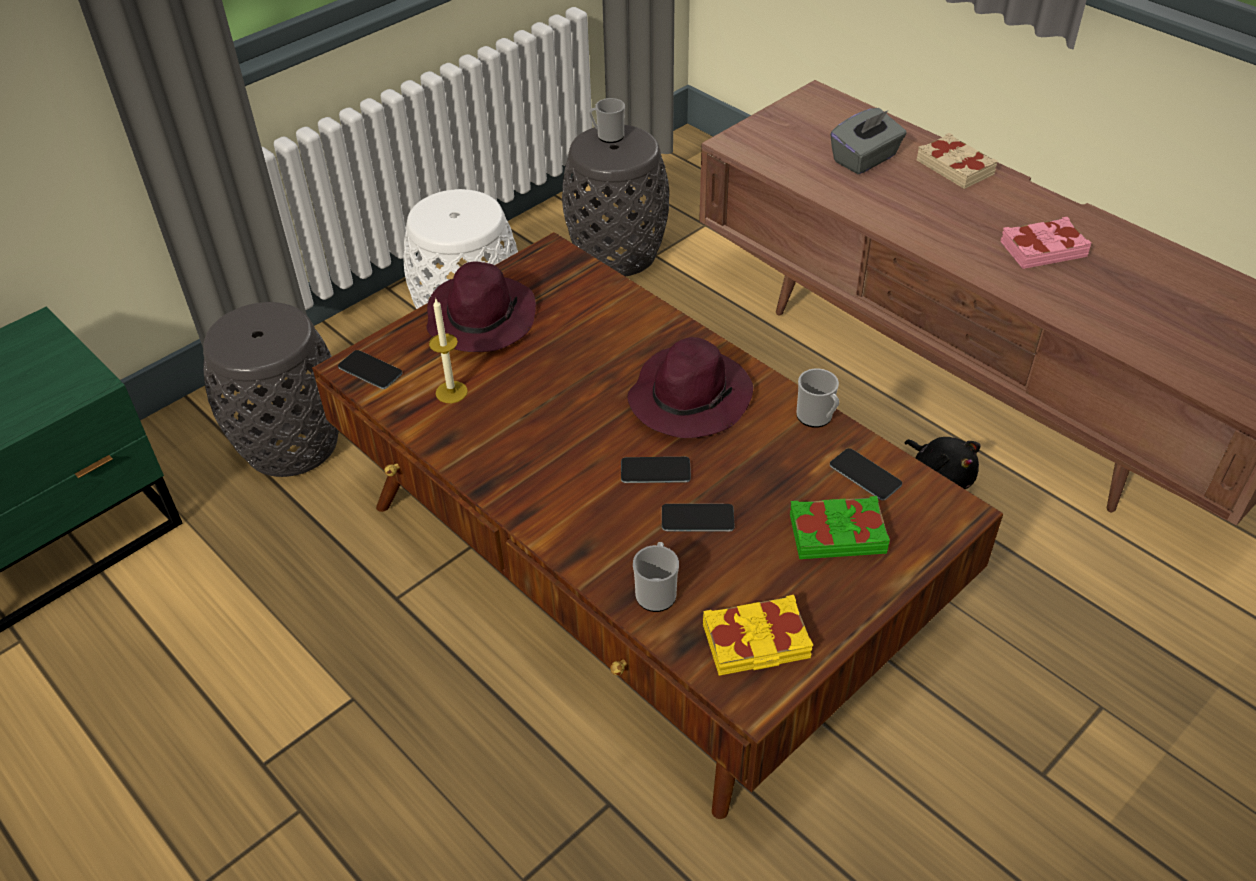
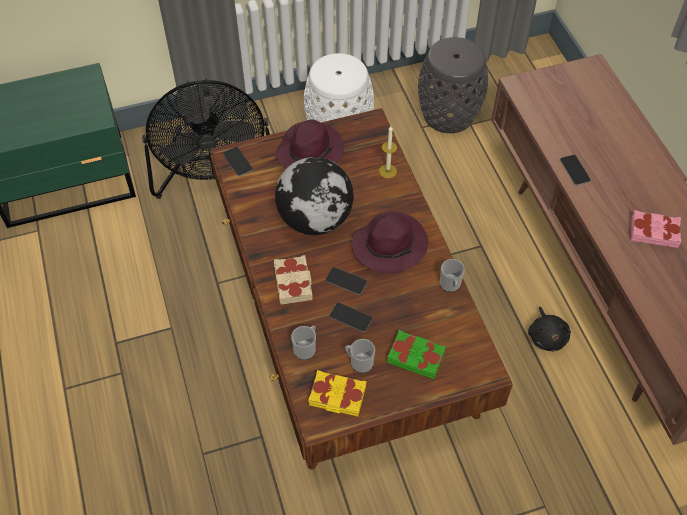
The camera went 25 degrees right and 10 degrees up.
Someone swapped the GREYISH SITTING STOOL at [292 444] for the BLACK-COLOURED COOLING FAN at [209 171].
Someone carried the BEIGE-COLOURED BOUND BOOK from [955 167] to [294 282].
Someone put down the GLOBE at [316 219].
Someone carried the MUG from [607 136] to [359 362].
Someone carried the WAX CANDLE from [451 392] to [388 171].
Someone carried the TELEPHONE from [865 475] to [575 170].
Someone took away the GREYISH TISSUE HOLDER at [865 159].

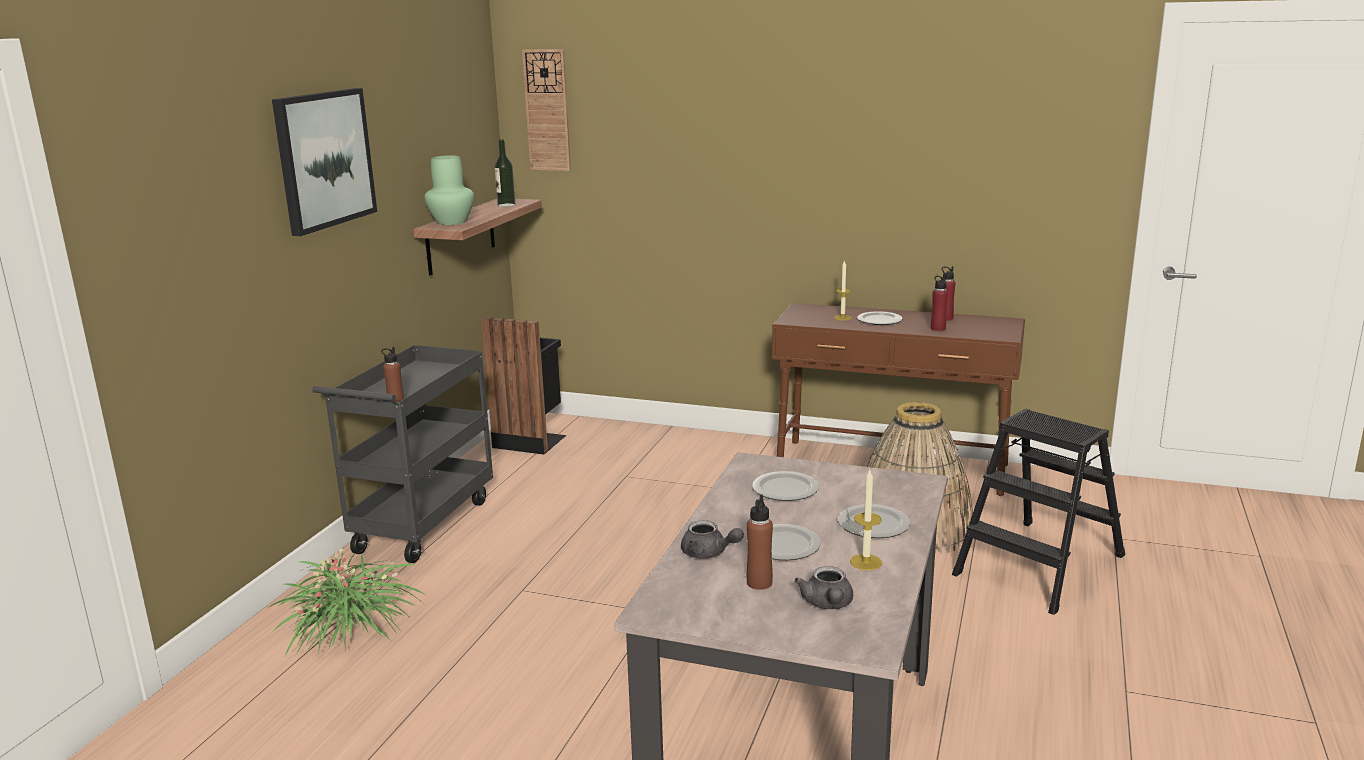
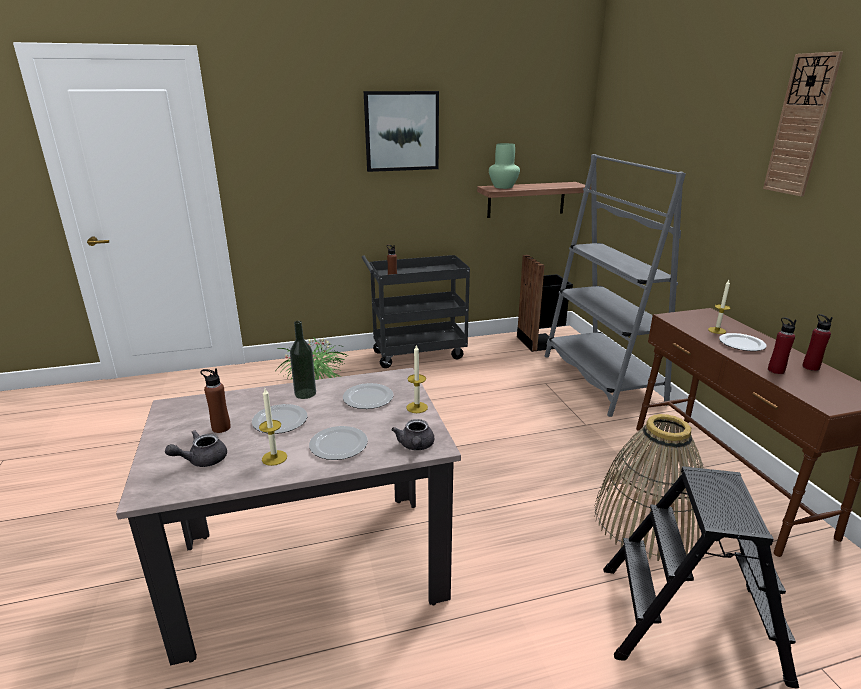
The camera went 55 degrees right and 5 degrees up.
Someone carried the BOTTLE from [506 205] to [305 393].
Someone carried the GREYISH TEA POT from [709 553] to [415 446].
Someone put down the WAX CANDLE at [417 407].
Someone put down the GREYISH SHELVING UNIT at [601 379].
Someone carried the HANGING CLOCK from [547 110] to [801 125].

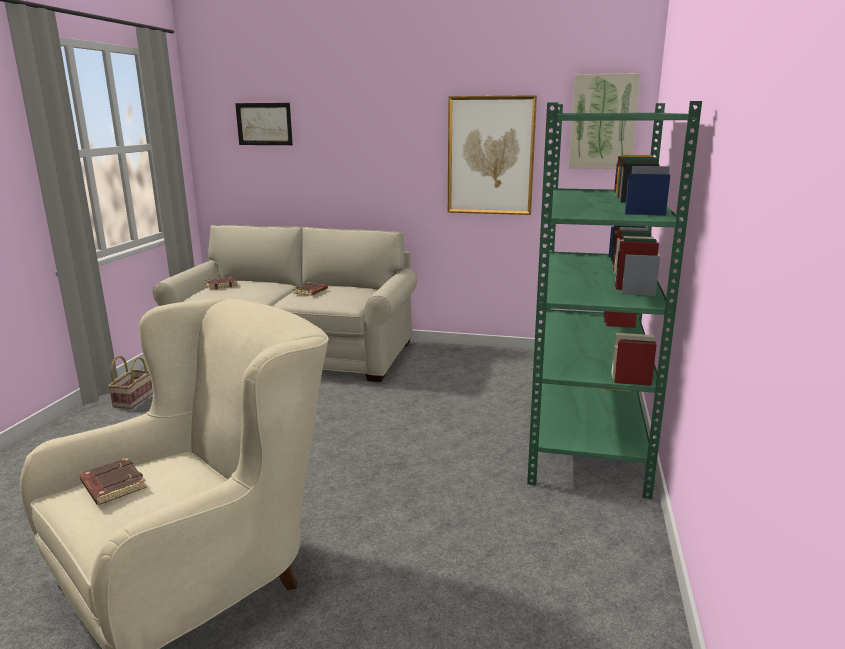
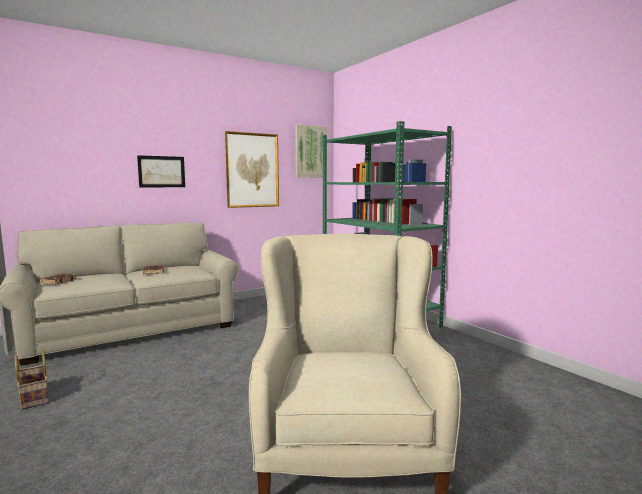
The camera went 45 degrees left and 10 degrees down.
Someone carried the WALL PICTURE from [264 124] to [161 171].
Someone took away the BROWNISH BOUND BOOK at [112 486].

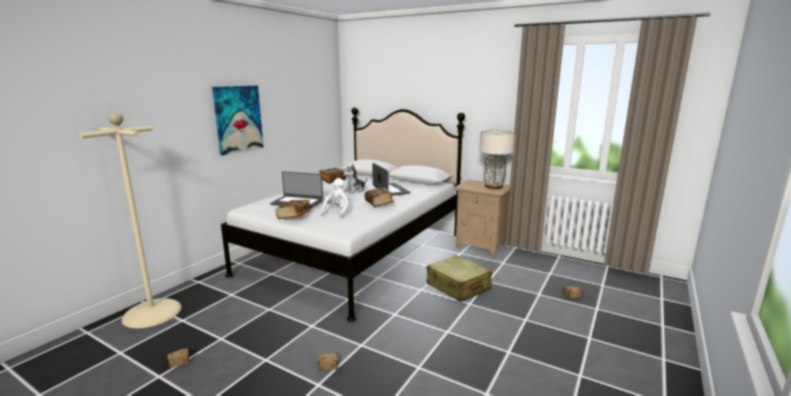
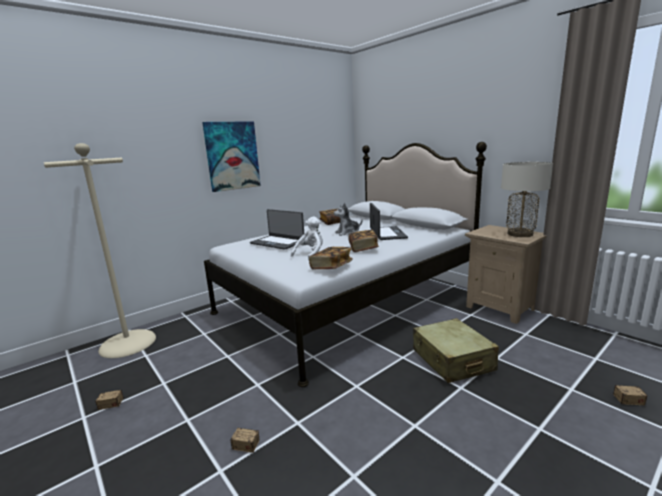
The camera went 20 degrees right and 0 degrees up.
Someone carried the BOUND BOOK from [294 216] to [331 267].

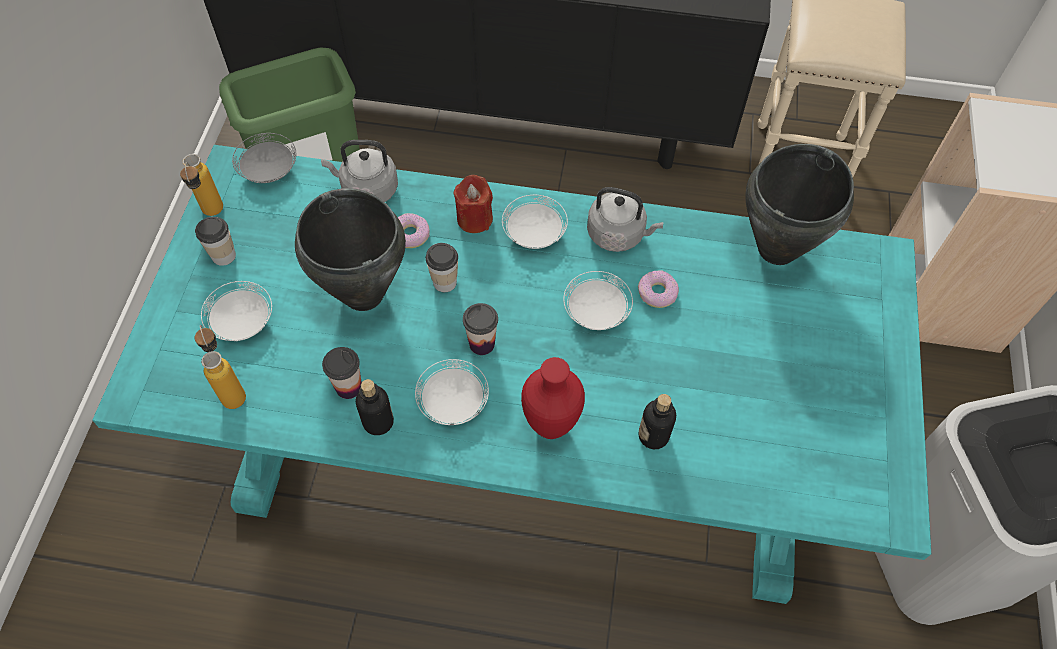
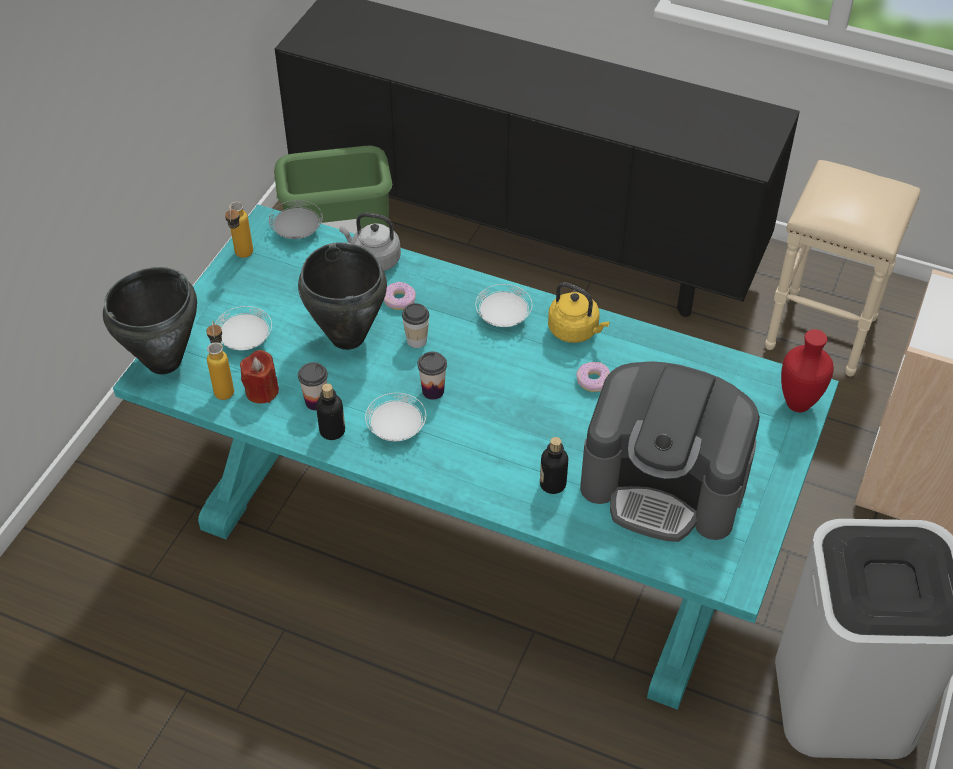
The camera went 15 degrees right and 10 degrees down.
Someone carried the BLACK-COLOURED COOKING POT from [778 249] to [165 361].
Someone carried the RED-COLOURED WAX CANDLE from [474 219] to [262 391].
Someone repainted the GREYISH TEA KETTLE at [618 234], which became the YELLOW-COLOURED TEA KETTLE at [575 331].
Someone put down the COFFEE BREWER at [665 484].
Someone carried the RED-COLOURED FLOWER VASE from [552 426] to [799 404].
Someone took away the SMALL CUP at [223 256].
Someone took away the WHITE FLAT DISH at [596 311].

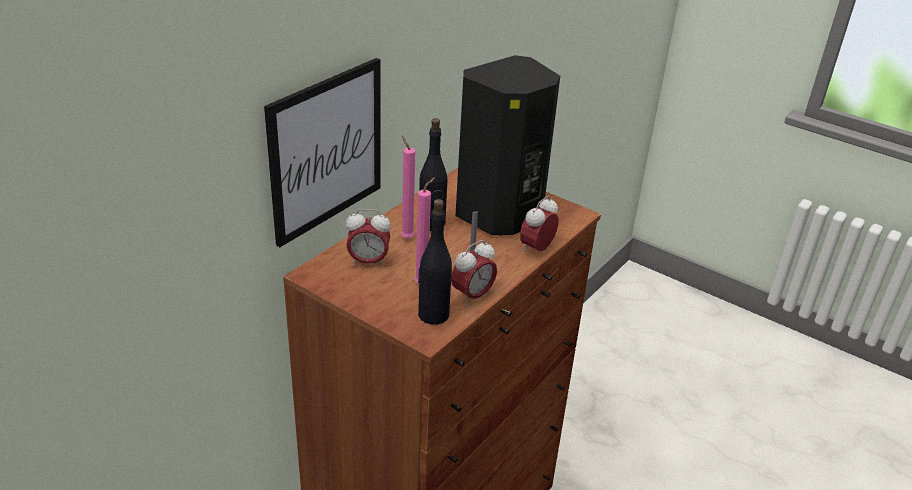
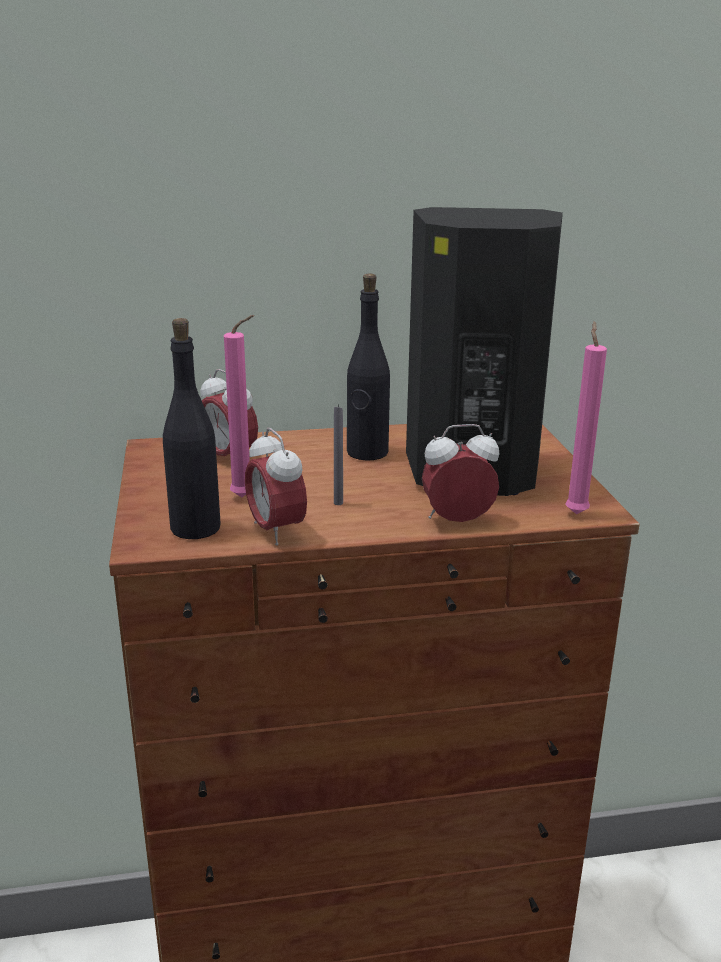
The camera went 45 degrees right and 10 degrees down.
Someone rotated the BEDSIDE CLOCK at [472 296] by 60 degrees clockwise.
Someone carried the PINKISH WAX CANDLE from [406 237] to [576 512].
Someone took away the WALL PICTURE at [326 150].

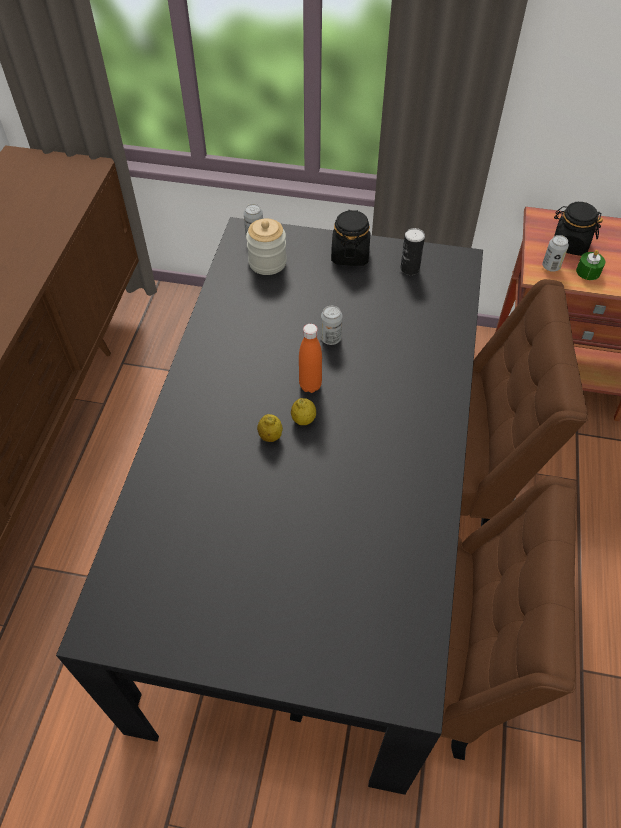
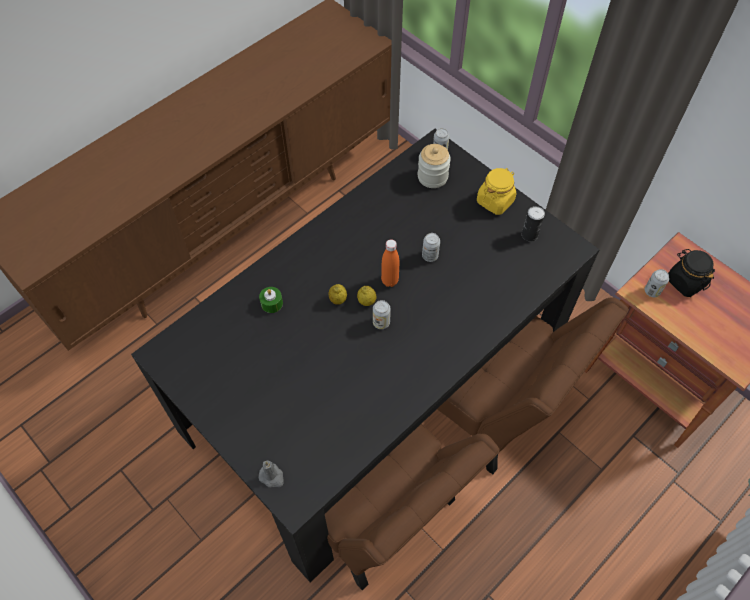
The camera went 35 degrees right and 5 degrees up.
Someone carried the GREEN WAX CANDLE from [588 271] to [272 303].
Someone put down the GREYISH WAX CANDLE at [272 477].
Someone put down the METAL CAN at [381 322].
Someone repainted the BLACK-COLOURED STORAGE JAR at [350 254], which became the YELLOW-COLOURED STORAGE JAR at [495 201].

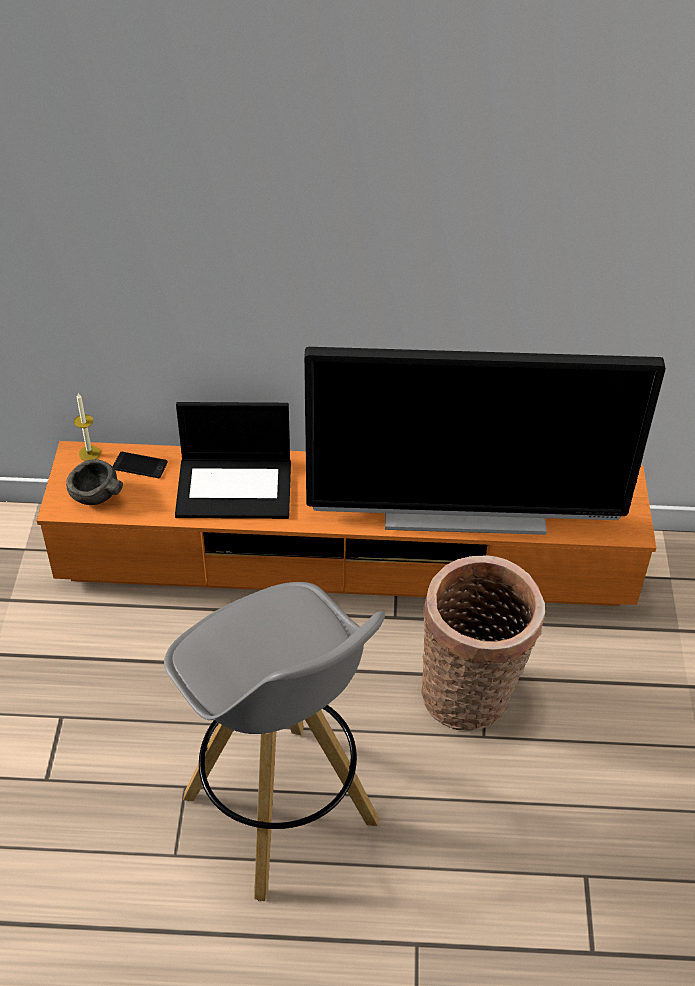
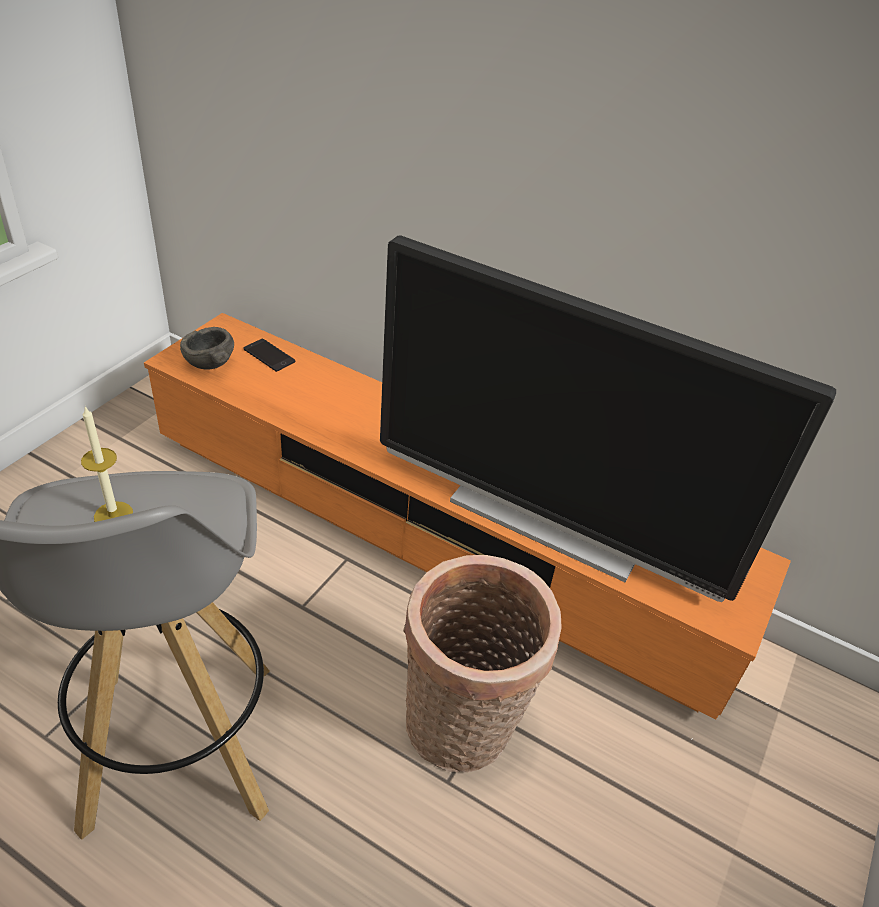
The camera went 25 degrees right and 5 degrees down.
Someone carried the WAX CANDLE from [89 453] to [113 515].
Someone took away the LAPTOP at [236 487].

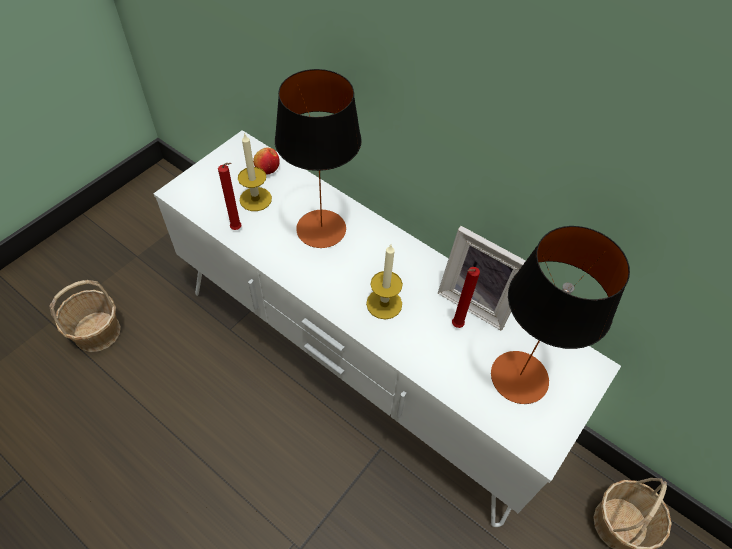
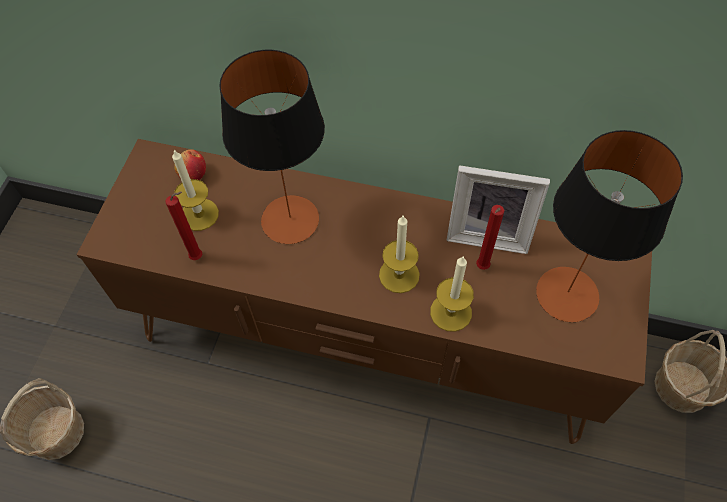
The camera went 20 degrees left and 5 degrees up.
Someone repainted the WHITE TV STAND at [362 364], which became the BROWNISH TV STAND at [368 339].
Someone put down the WAX CANDLE at [451 312].

